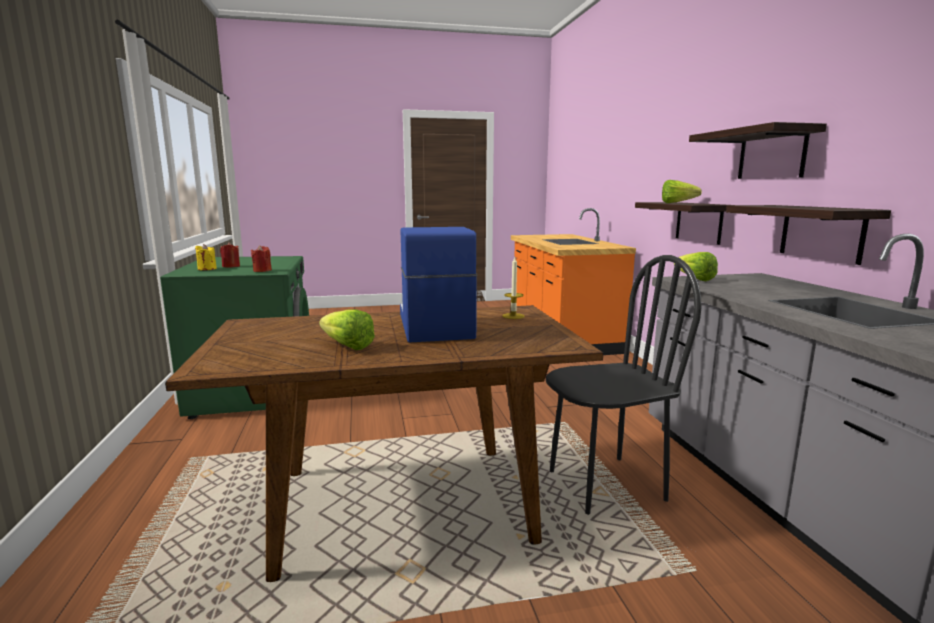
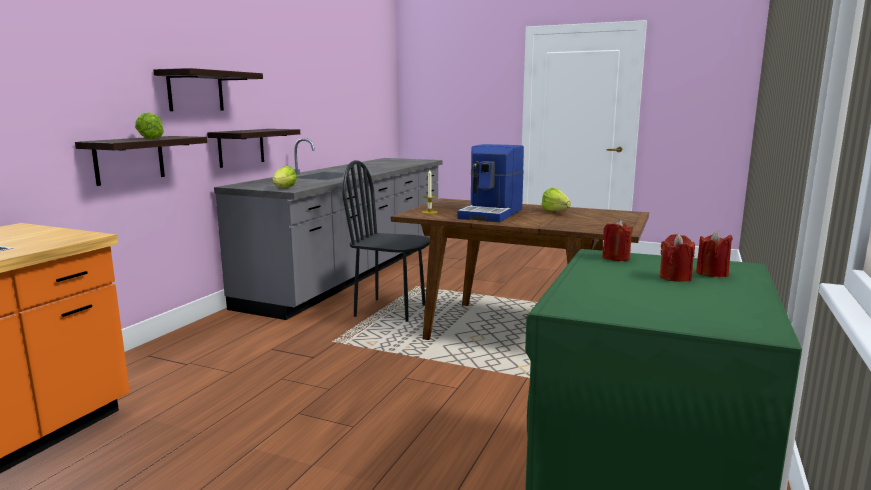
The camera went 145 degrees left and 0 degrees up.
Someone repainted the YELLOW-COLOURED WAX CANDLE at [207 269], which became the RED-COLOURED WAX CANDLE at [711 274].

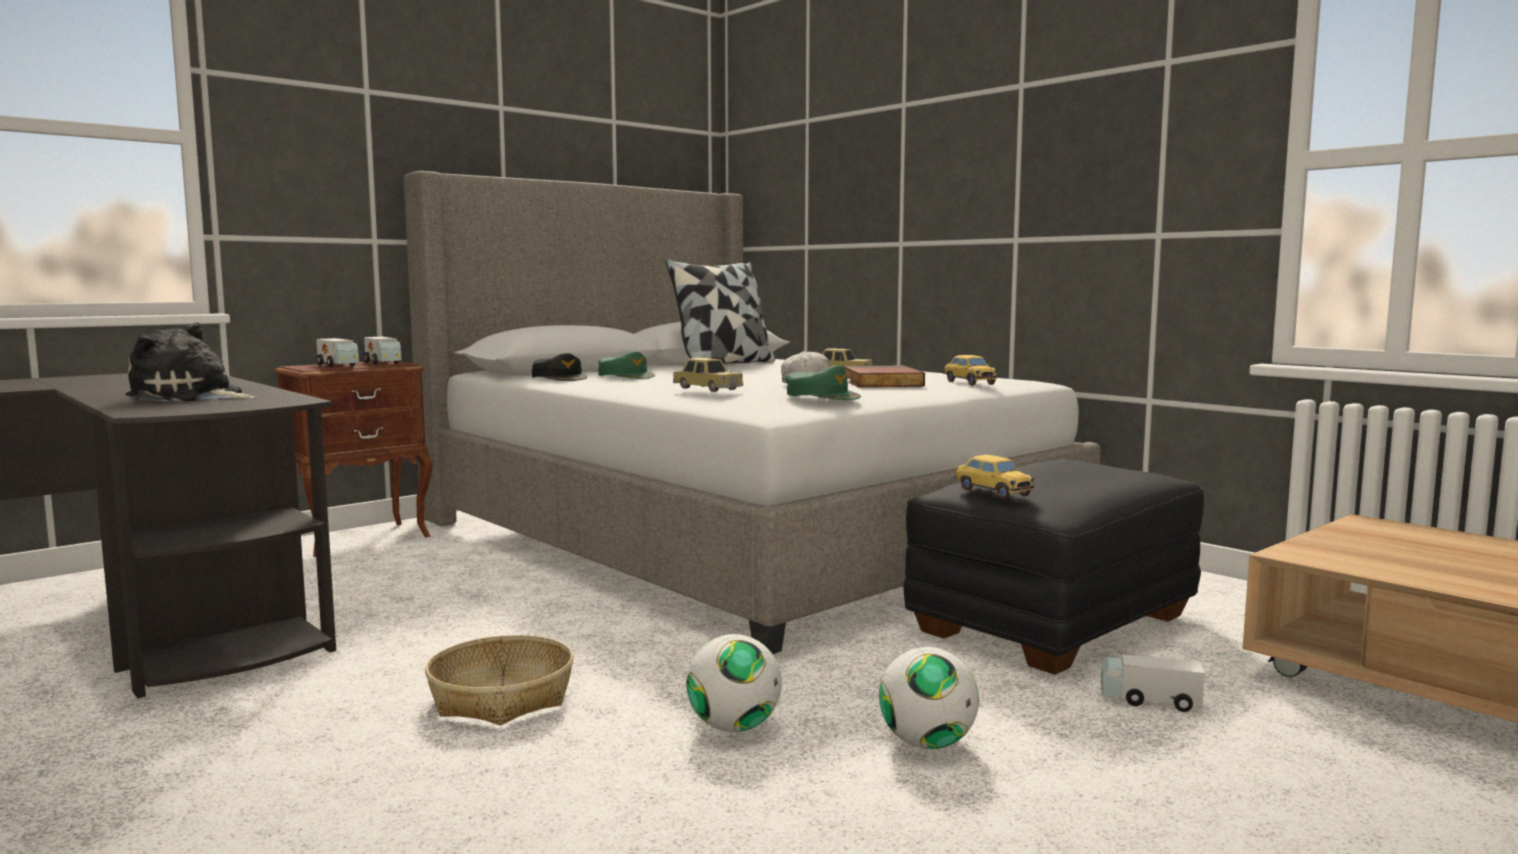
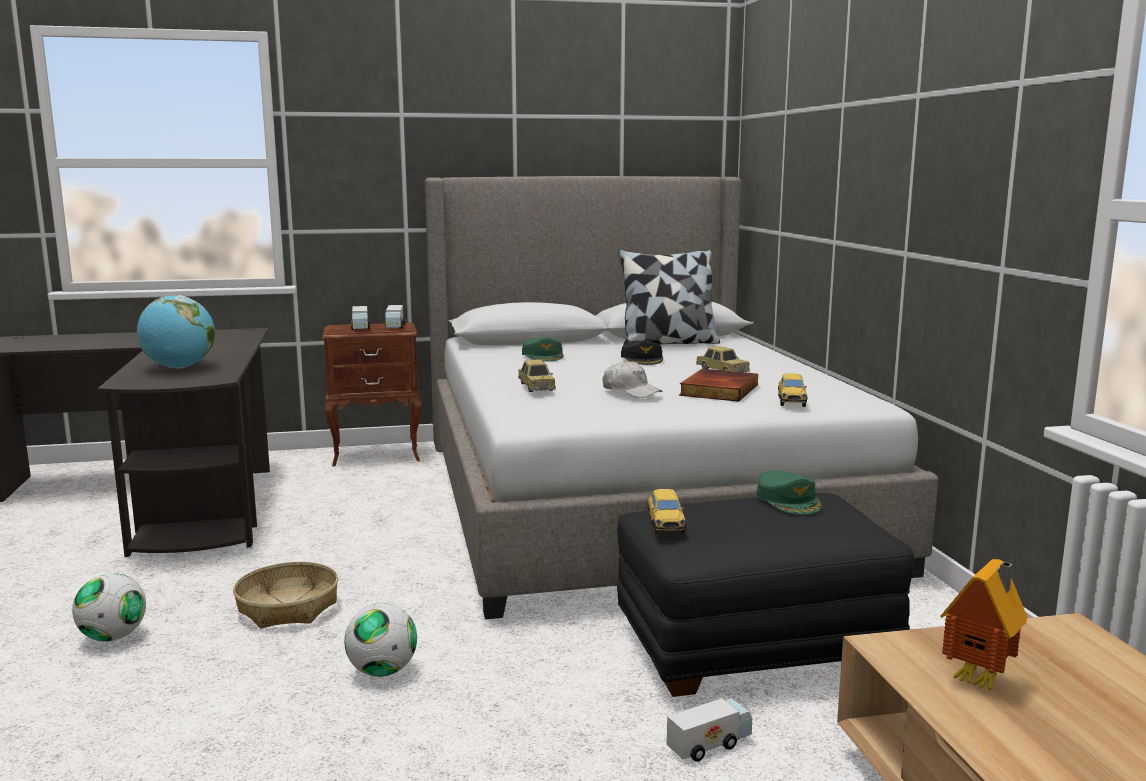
The camera went 30 degrees right and 5 degrees up.
Someone carried the FOOTBALL from [927 743] to [113 637].
Someone swapped the SOFT TOY at [191 397] for the GLOBE at [179 367].
Someone carried the BLACK-COLOURED BASEBALL CAP from [560 378] to [642 359].
Someone rotated the MODEL TRUCK at [1149 700] by 105 degrees clockwise.
Someone carried the GREEN BASEBALL CAP from [822 396] to [789 500].
Someone put down the TOY HOUSE at [980 680].

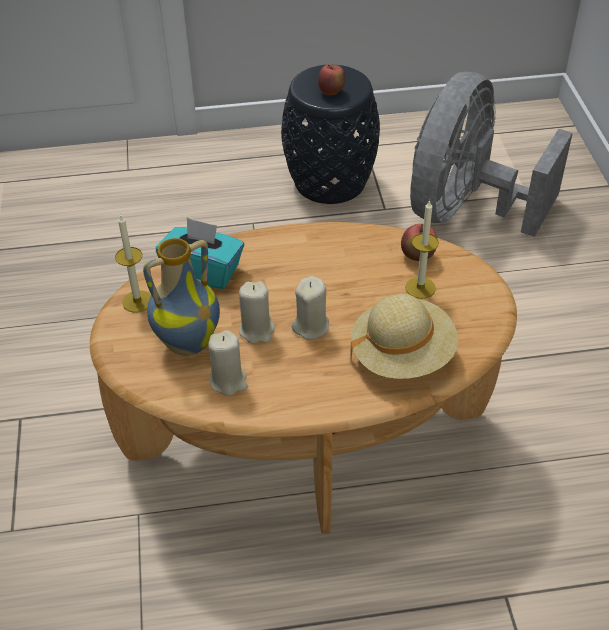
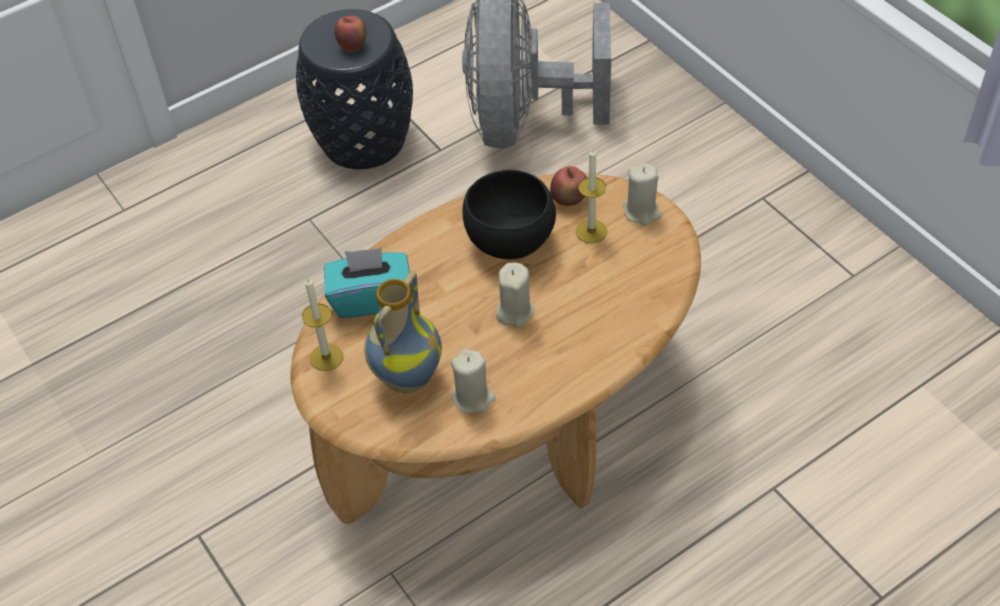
The camera went 25 degrees left and 5 degrees up.
Someone put down the BLACK-COLOURED BOWL at [511 240].
Someone carried the BEIGE-COLOURED WAX CANDLE from [257 330] to [642 211].
Someone took away the BEIGE-COLOURED CLOTHING HAT at [402 355].

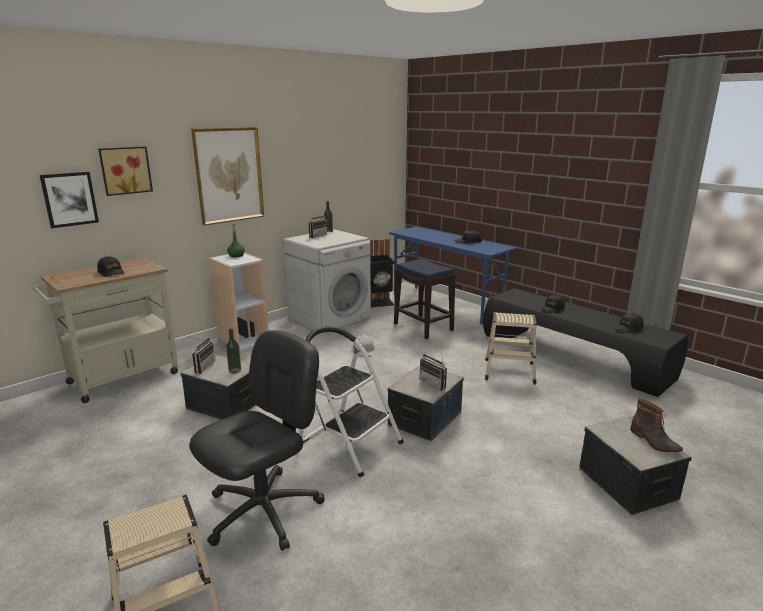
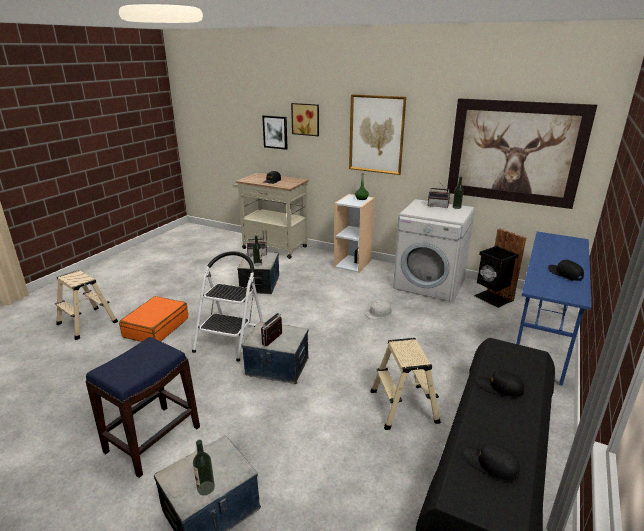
The camera went 70 degrees right and 5 degrees up.
Someone carried the SITTING STOOL from [423 327] to [153 439].
Someone swapped the BLACK-COLOURED OFFICE CHAIR at [264 510] for the ORANGE PIECE OF LUGGAGE at [156 327].
Someone swapped the TALL BOOT at [653 441] for the BOTTLE at [206 488].
Someone put up the WALL PICTURE at [514 152].

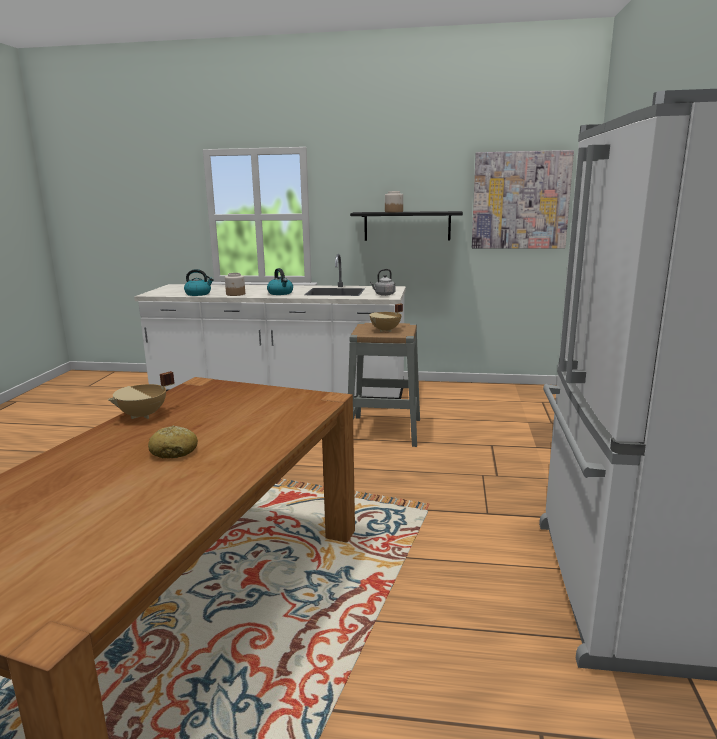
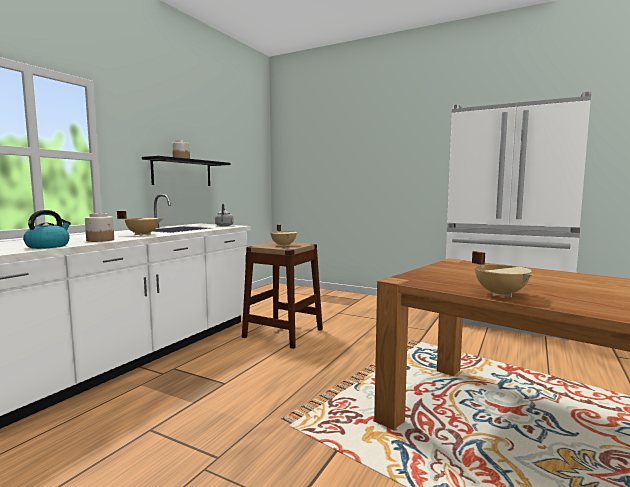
The camera went 70 degrees left and 10 degrees down.
Someone swapped the TEA KETTLE at [280 293] for the BEIGE-COLOURED COOKING POT at [142 234].
Someone repainted the GREYISH SITTING STOOL at [384 430], which became the BROWNISH SITTING STOOL at [283 333].
Someone took away the BREAD at [174 451].
Someone took away the WALL PICTURE at [520 200].

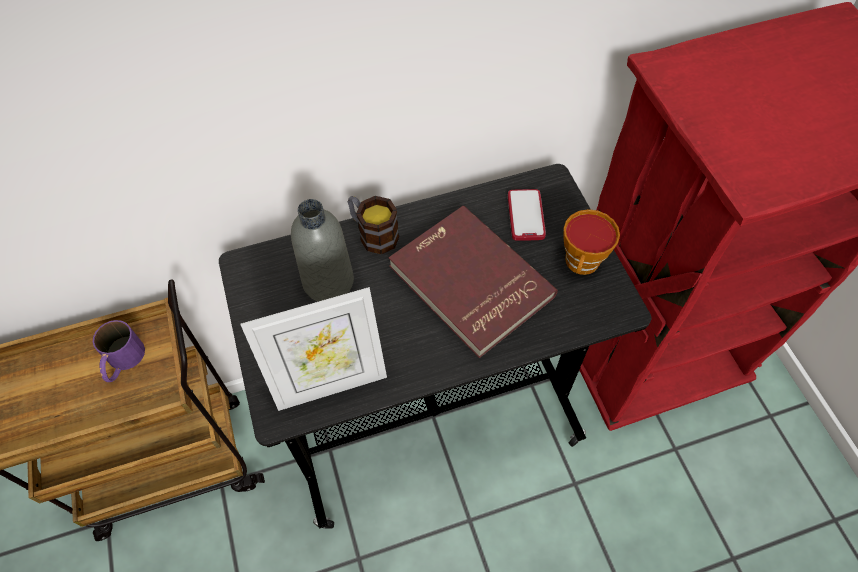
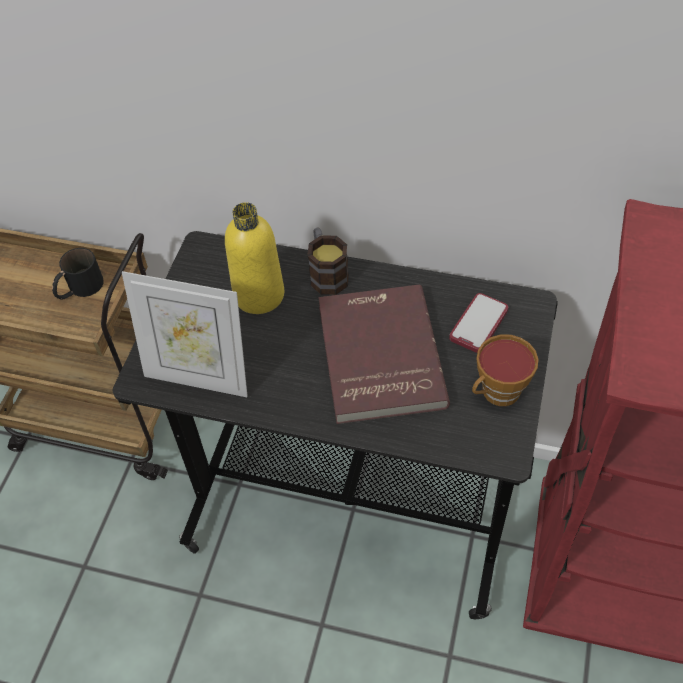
The camera went 35 degrees right and 5 degrees down.
Someone repainted the PURPLE-COLOURED MUG at [122 362], which became the BLACK-COLOURED MUG at [79 288].
Someone repainted the GREYISH BOTTLE at [328 281], which became the YELLOW-COLOURED BOTTLE at [259 295].

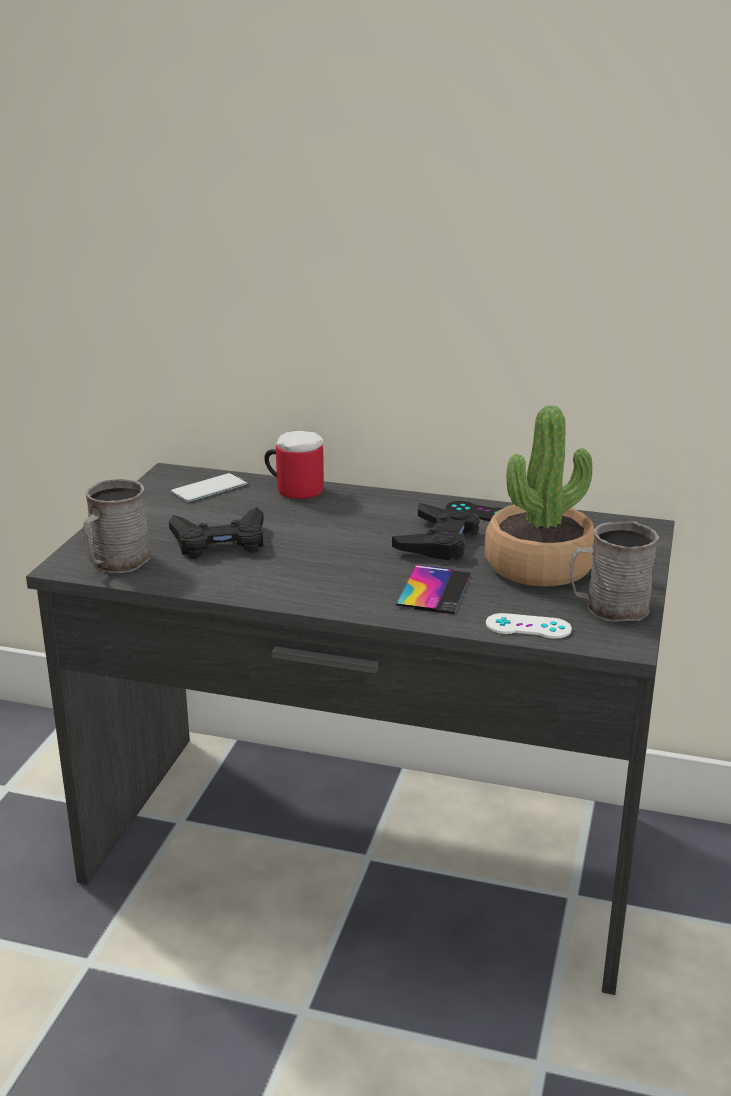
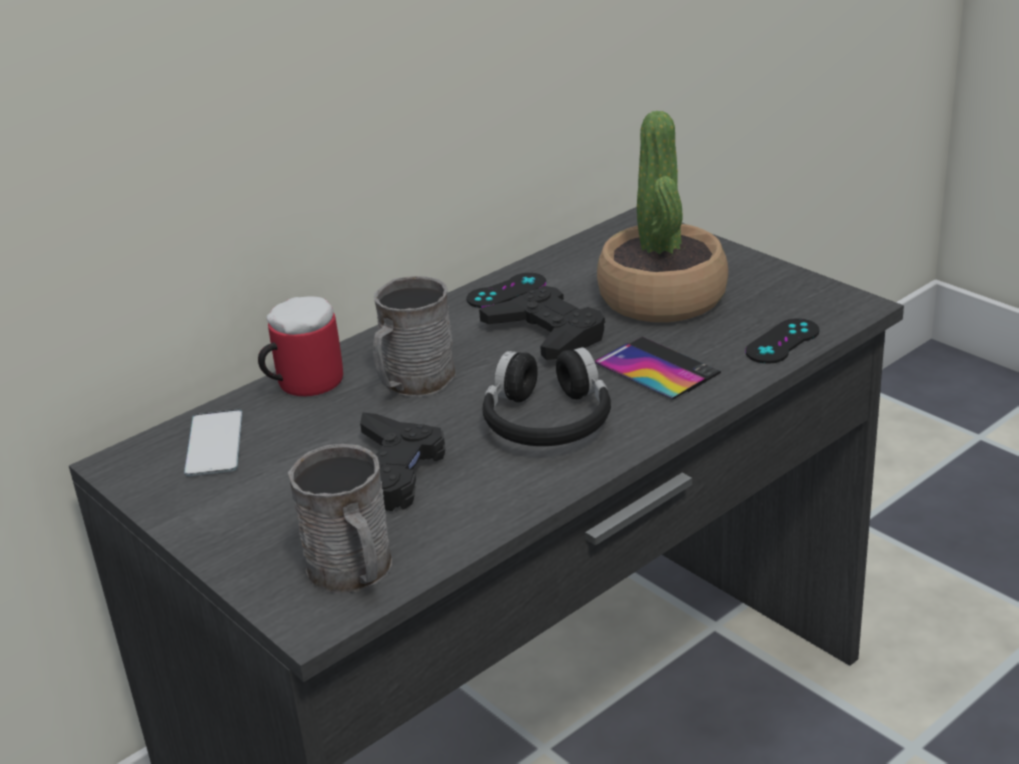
The camera went 55 degrees left and 5 degrees up.
Someone carried the GREYISH MUG from [608 608] to [413 383].
Someone put down the BLACK-COLOURED HEADPHONES at [547 420].
Someone repainted the WHITE GAMEPAD at [528 627], which became the BLACK-COLOURED GAMEPAD at [782 342].

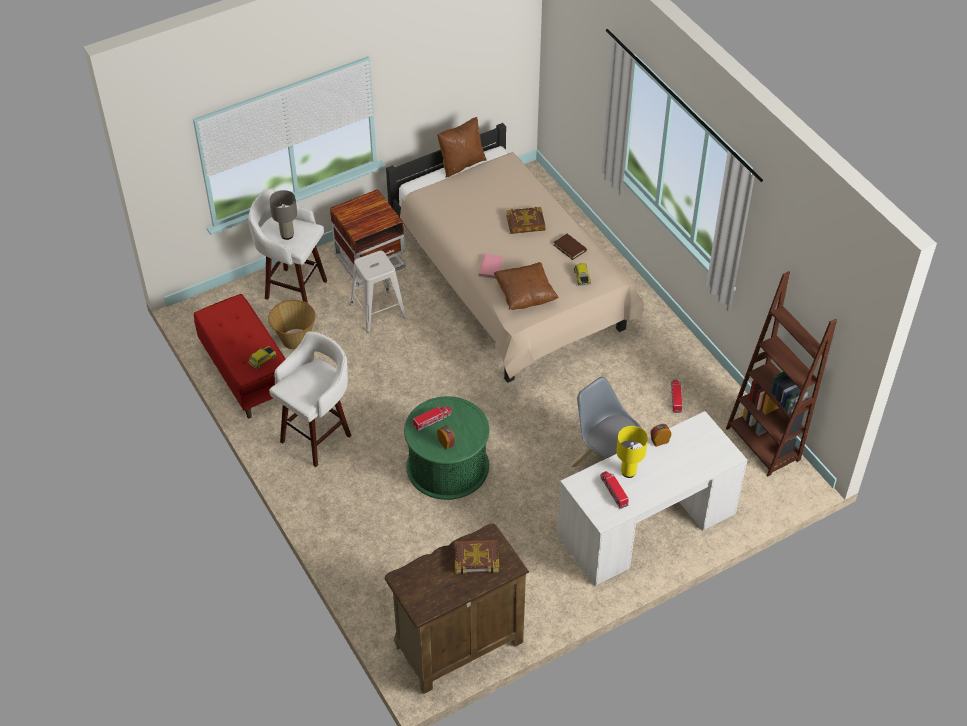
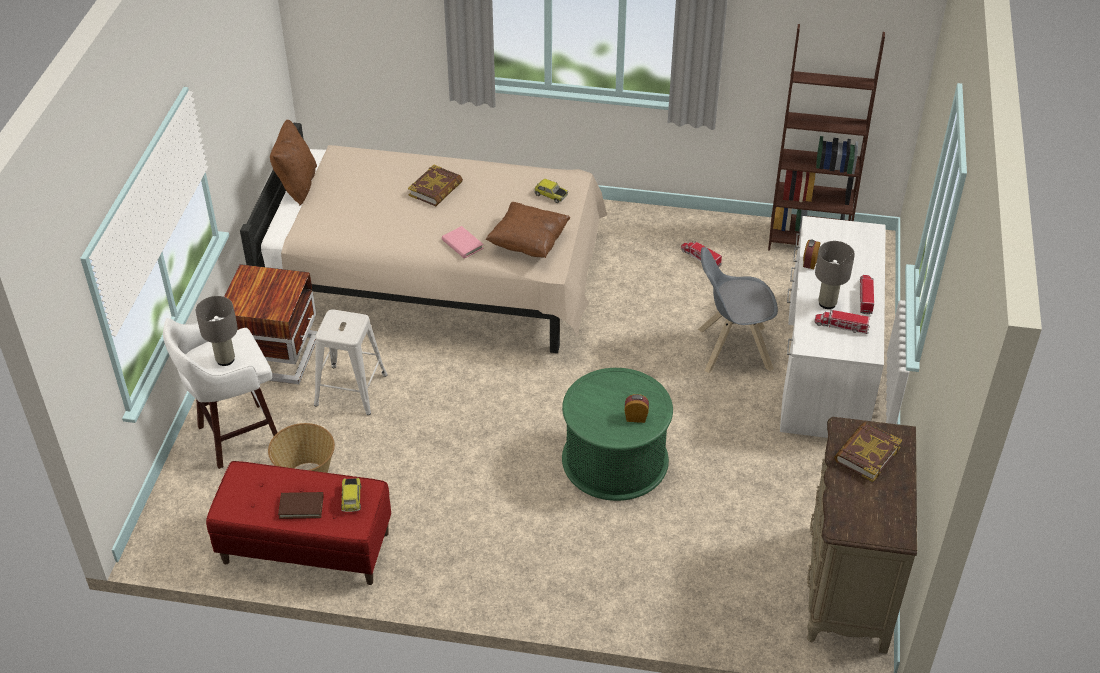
The camera went 50 degrees left and 5 degrees down.
Someone carried the BROWNISH BOUND BOOK from [570 248] to [301 507].
Someone repainted the YELLOW-COLOURED TABLE LAMP at [628 472], which became the GREYISH TABLE LAMP at [827 303].
Someone carried the MODEL TRUCK from [432 420] to [865 297].
Someone took away the WHITE SITTING STOOL at [318 437].

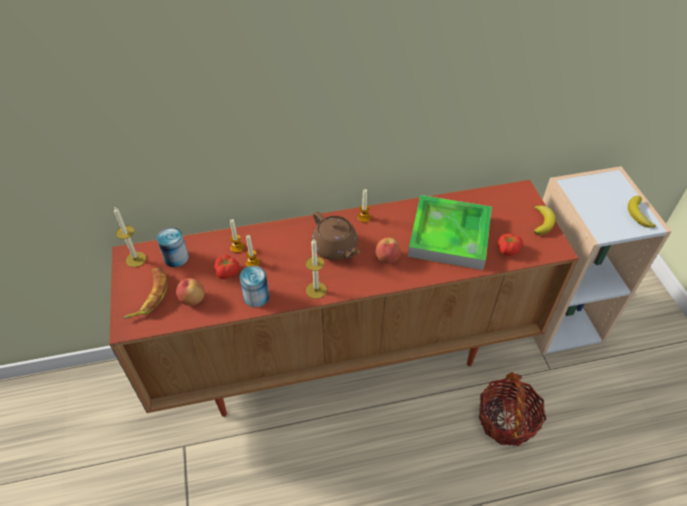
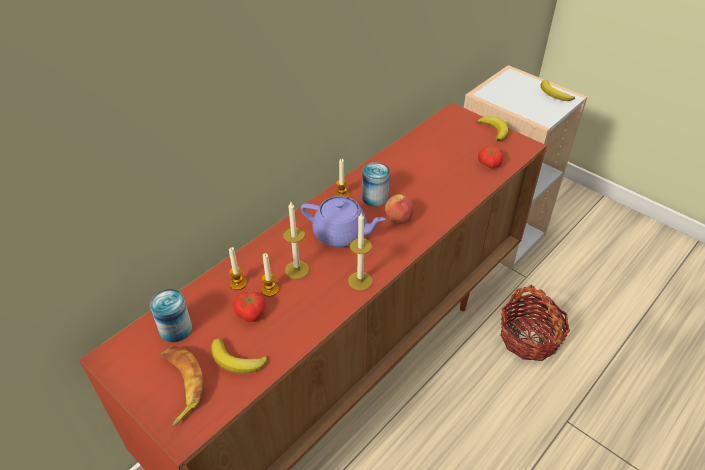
The camera went 35 degrees left and 5 degrees down.
Someone swapped the WHOLE APPLE at [192 299] for the BANANA FRUIT at [237 360].
Someone carried the WAX CANDLE from [136 259] to [297 269].
Someone repainted the BROWNISH TEA POT at [335 248], which became the PURPLE-COLOURED TEA POT at [341 234].
Someone carried the METAL CAN from [256 297] to [375 198].
Someone took away the SERVING TRAY at [449 236].

